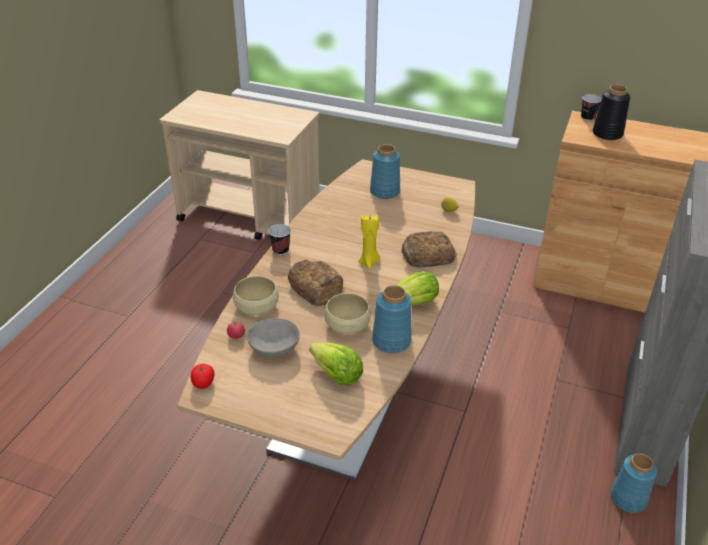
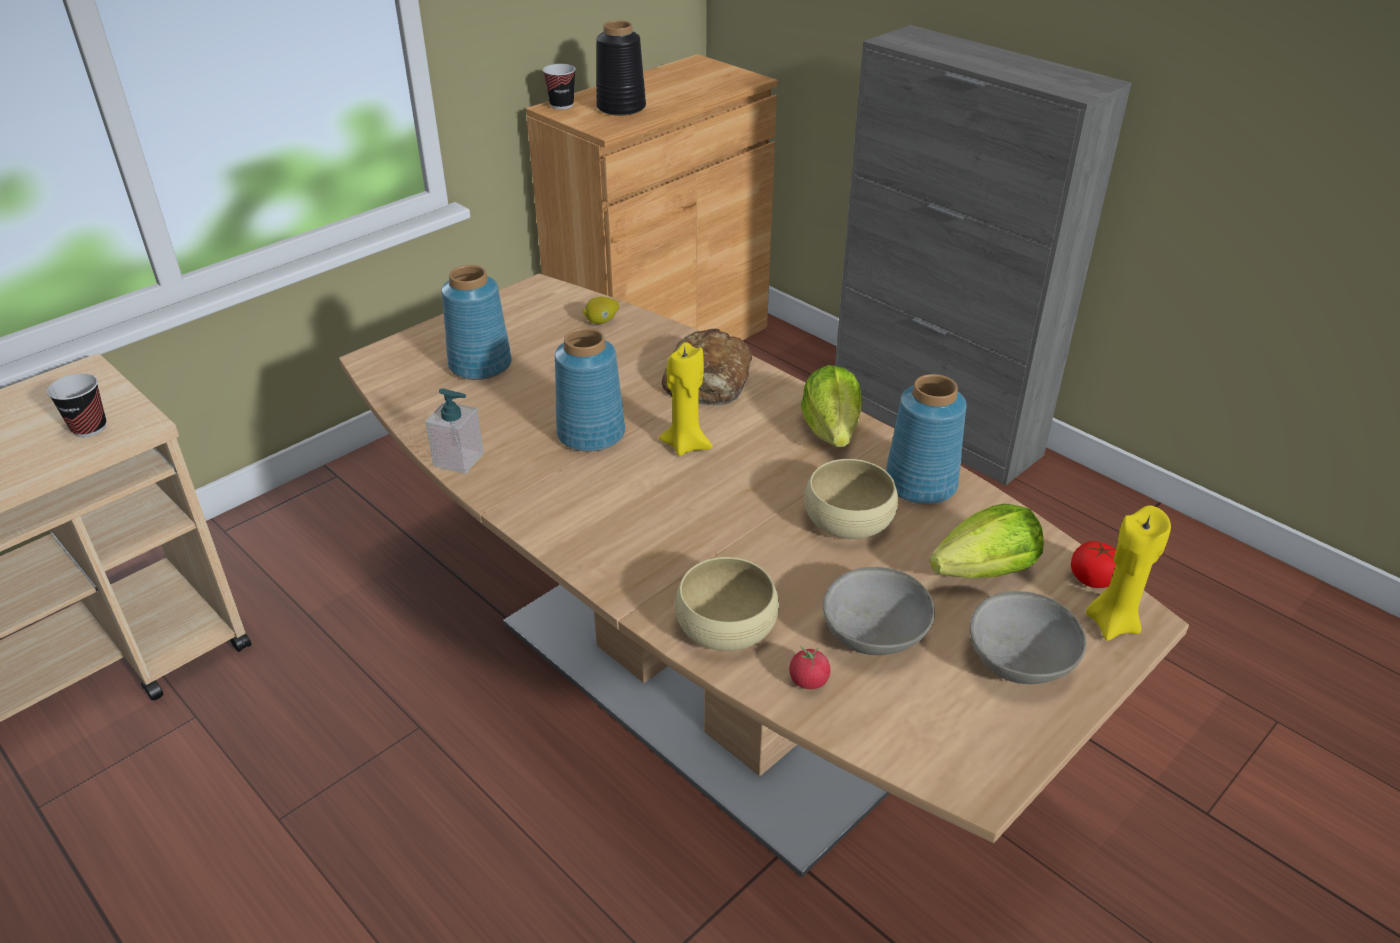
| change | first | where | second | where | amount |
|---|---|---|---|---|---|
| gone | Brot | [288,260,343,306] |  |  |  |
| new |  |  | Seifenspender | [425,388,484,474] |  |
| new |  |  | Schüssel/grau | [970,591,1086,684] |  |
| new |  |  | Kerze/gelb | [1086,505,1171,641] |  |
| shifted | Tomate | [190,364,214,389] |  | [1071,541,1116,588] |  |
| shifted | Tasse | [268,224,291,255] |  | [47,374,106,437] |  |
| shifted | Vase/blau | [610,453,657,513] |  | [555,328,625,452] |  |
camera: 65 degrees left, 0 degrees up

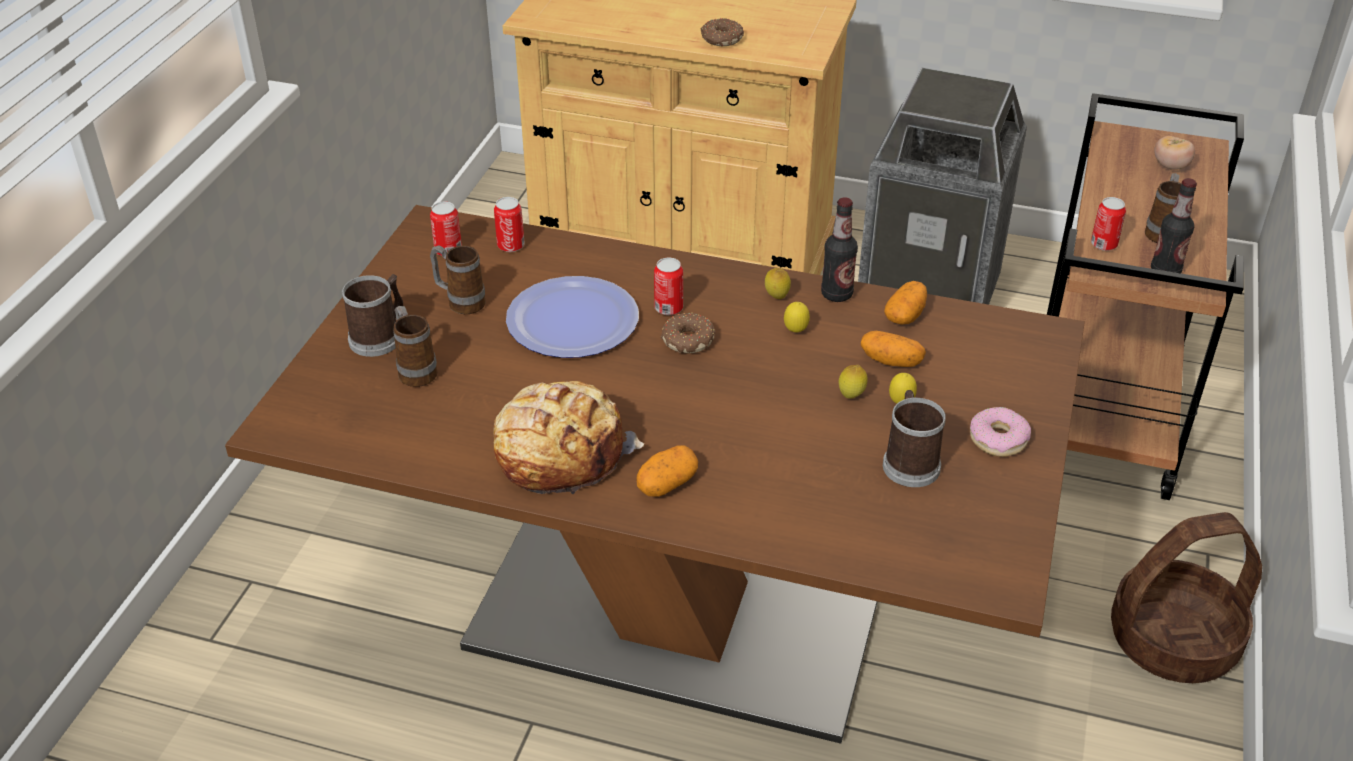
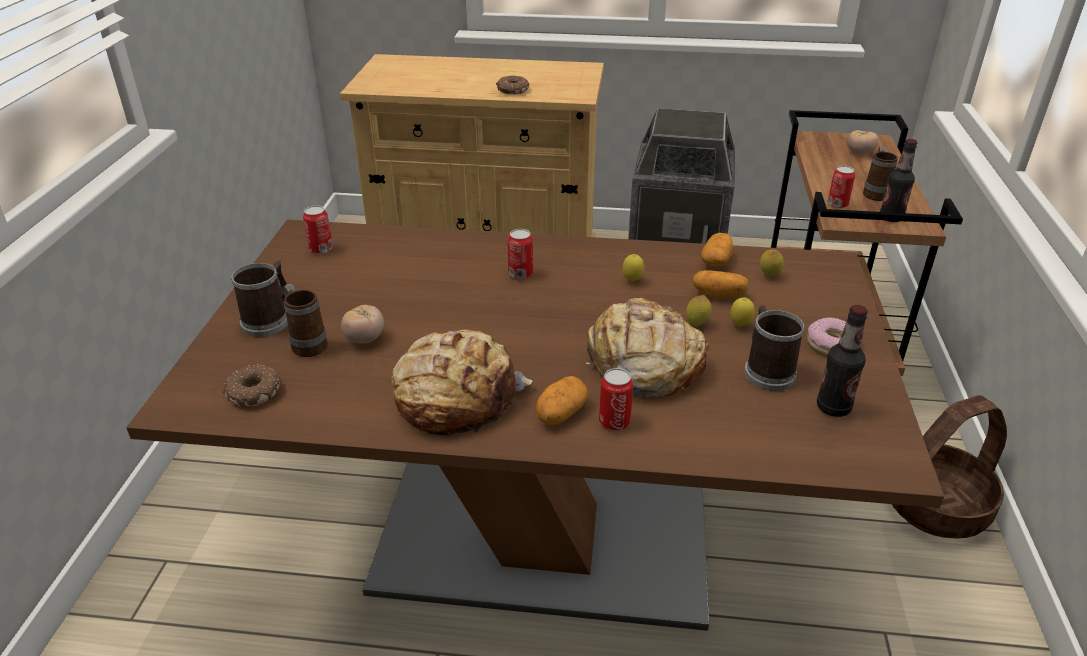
| change | first | where | second | where | amount |
|---|---|---|---|---|---|
| gone | Henkelbecher | [430,245,486,314] |  |  |  |
| gone | Teller | [506,276,639,358] |  |  |  |
| new |  |  | Tomate | [341,305,384,344] |  |
| new |  |  | Brot | [586,298,709,399] |  |
| shifted | Dose | [494,197,525,252] |  | [599,368,633,430] |  |
| shifted | Donut | [661,313,715,354] |  | [223,364,281,407] |  |
| shifted | Zitrone | [765,268,791,299] |  | [760,250,784,277] |  |
| shifted | Flasche | [821,197,858,302] |  | [817,305,868,417] |  |
camera: 10 degrees left, 5 degrees down

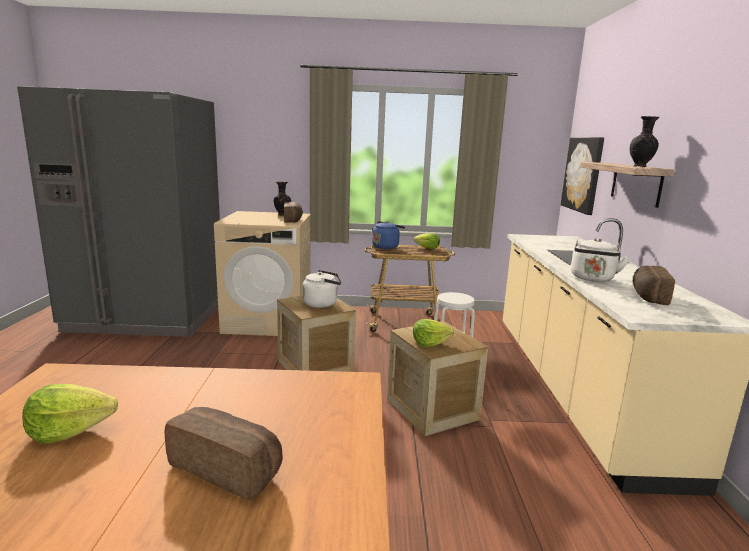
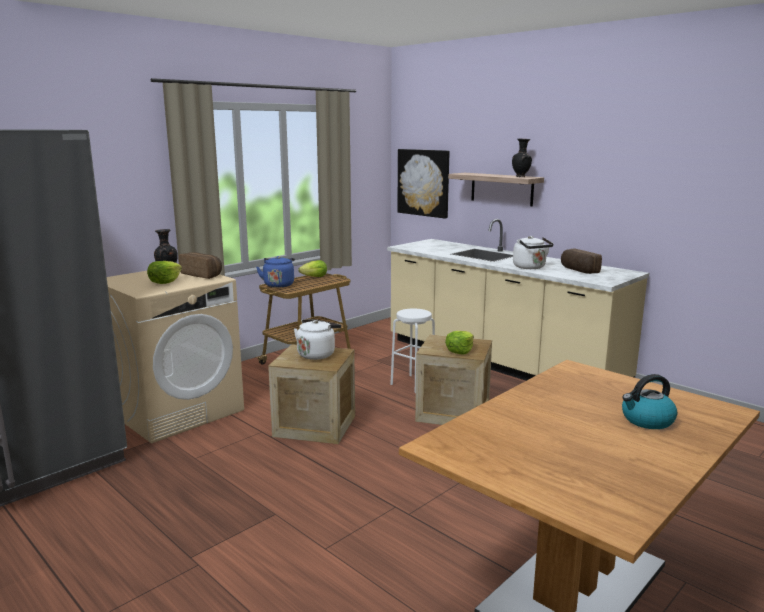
| change | first | where | second | where | amount |
|---|---|---|---|---|---|
| shifted | Salatkopf | [22,384,118,443] |  | [147,261,182,284] |  |
| swapped | Brot | [165,407,283,500] | Wasserkessel | [622,374,678,429] |  |
camera: 45 degrees left, 0 degrees up

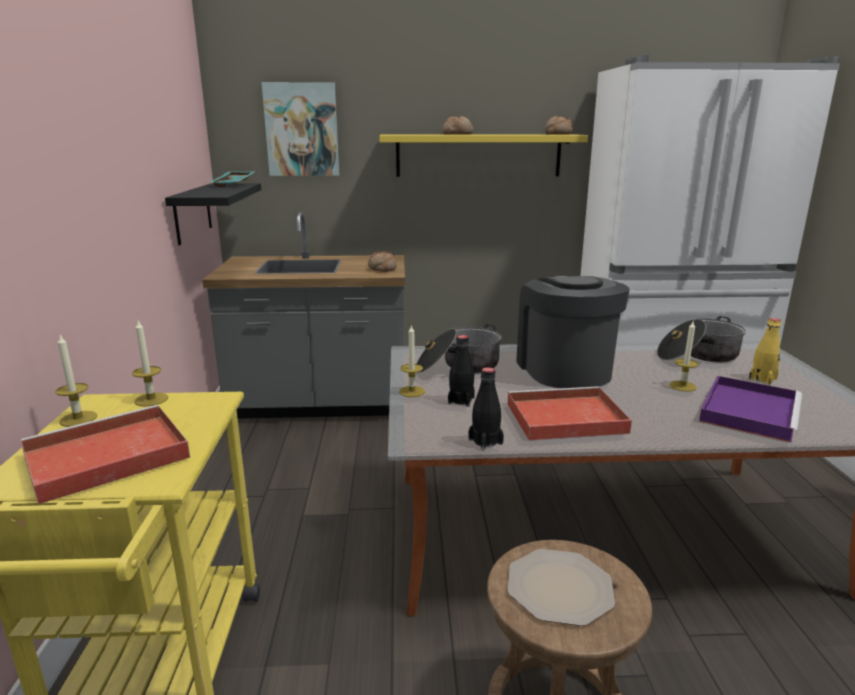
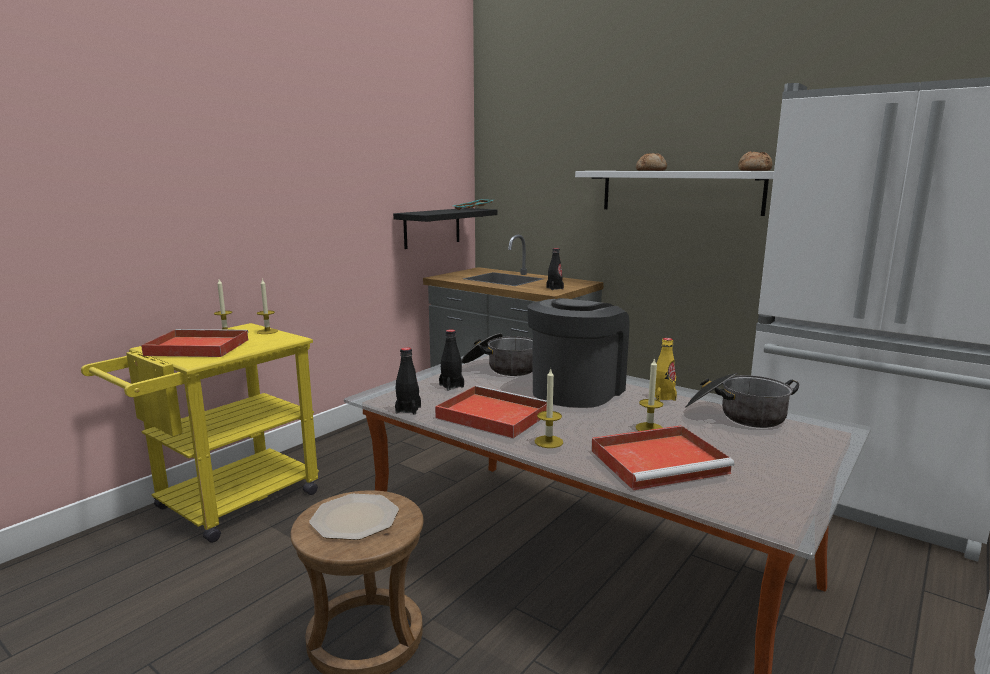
| change | first | where | second | where | amount |
|---|---|---|---|---|---|
| gone | Bild | [262,82,339,176] |  |  |  |
| shifted | Kerze | [399,324,425,397] |  | [534,368,563,448] |  |
| shifted | Flasche/gelb | [749,318,781,385] |  | [655,338,677,401] |  |
| swapped | Brot | [368,251,397,272] | Flasche/schwarz | [546,248,564,290] |  |
| repainted | Wandregal/gelb | [379,134,588,177] | Wandregal/weiß | [575,171,774,216] |  |
| repainted | Tablett/lila | [699,376,802,443] | Tablett/rot | [591,425,734,490] |  |
camera: 40 degrees right, 5 degrees down

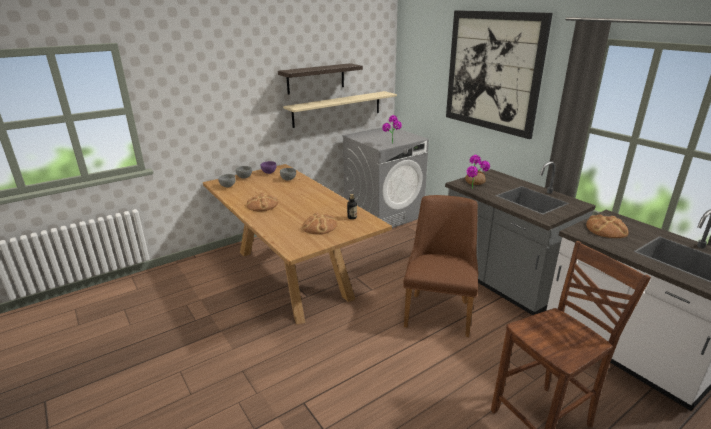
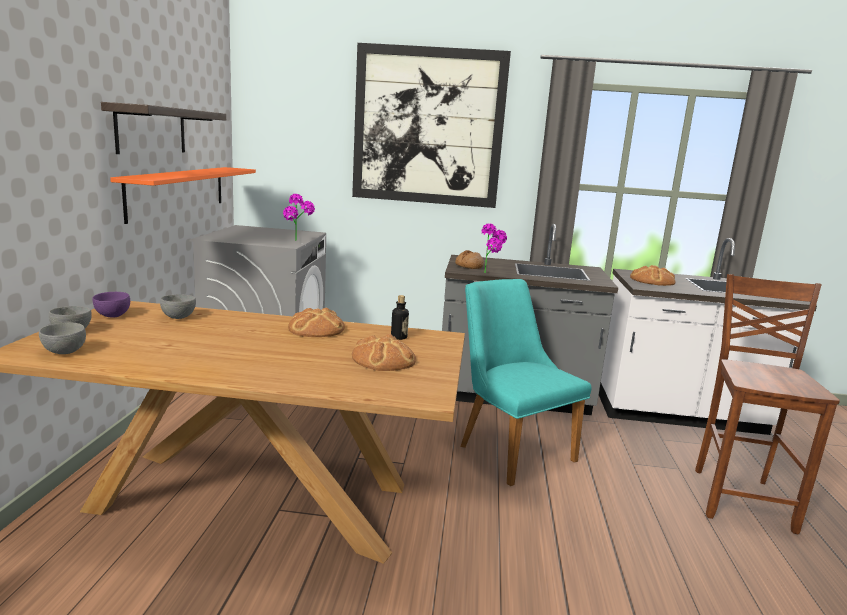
| change | first | where | second | where | amount |
|---|---|---|---|---|---|
| shifted | Brot | [247,193,278,211] |  | [288,308,345,337] |  |
| repainted | Wandregal/beige | [283,91,397,128] | Wandregal/orange | [110,167,256,224] |  |
| repainted | Stuhl/braun | [403,195,478,337] | Stuhl/türkis | [460,279,592,486] |  |
camera: 50 degrees left, 10 degrees down

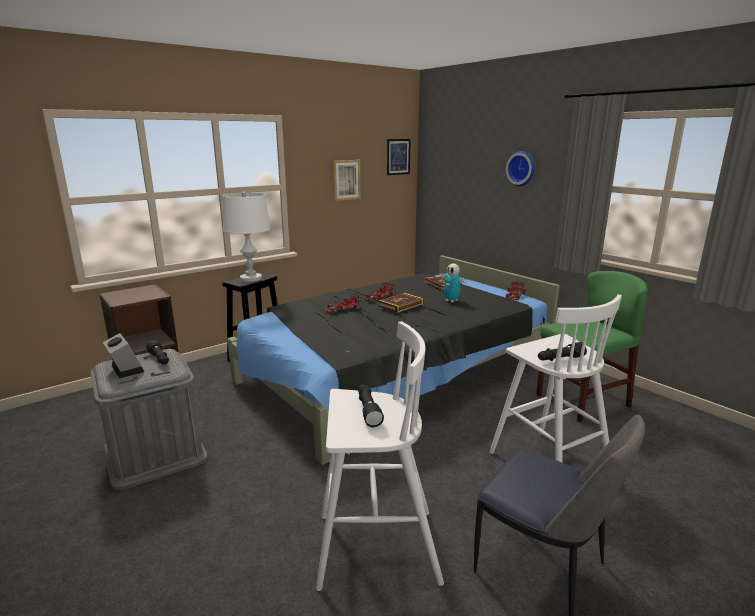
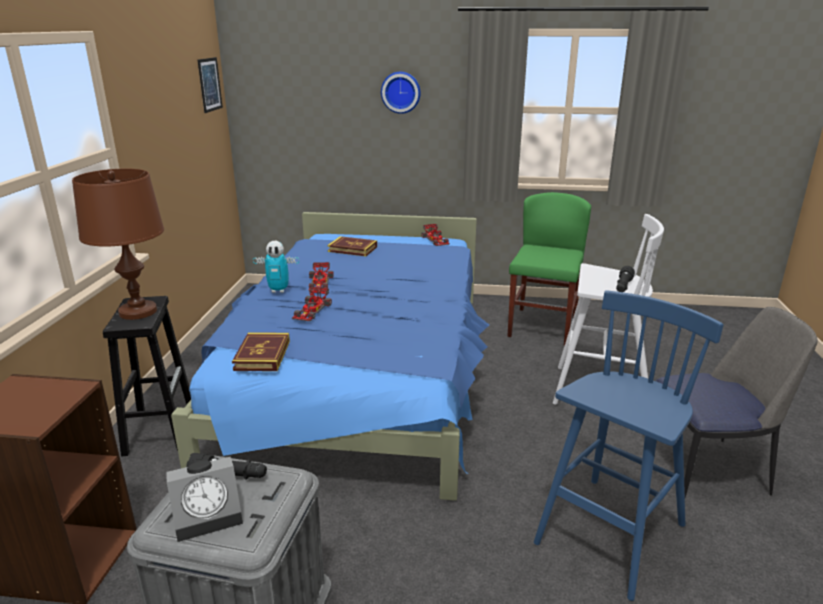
| change | first | where | second | where | amount |
|---|---|---|---|---|---|
| gone | Bild | [332,160,361,201] |  |  |  |
| gone | Taschenlampe/schwarz | [358,384,384,428] |  |  |  |
| shifted | Buch | [378,293,423,313] |  | [232,332,290,371] |  |
| shifted | Spielzeugroboter | [440,264,467,303] |  | [253,241,299,293] |  |
| repainted | Tischlampe/weiß | [222,191,270,282] | Tischlampe/braun | [72,169,164,320] |  |
| repainted | Bett/schwarz | [227,255,560,465] | Bett/blau | [171,212,489,501] |  |
| repainted | Hocker/weiß | [316,321,444,591] | Hocker/blau | [534,290,724,601] |  |
| rotated | Wecker | [102,333,144,379] |  | [166,457,243,542] | 150 degrees clockwise |
camera: 45 degrees left, 5 degrees up

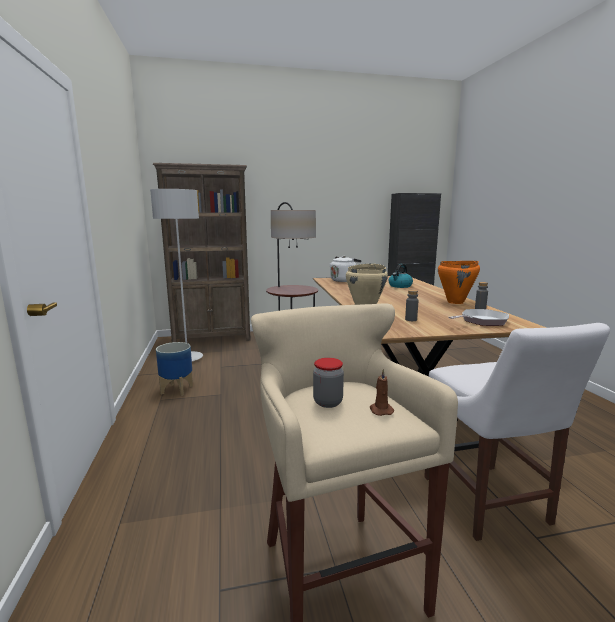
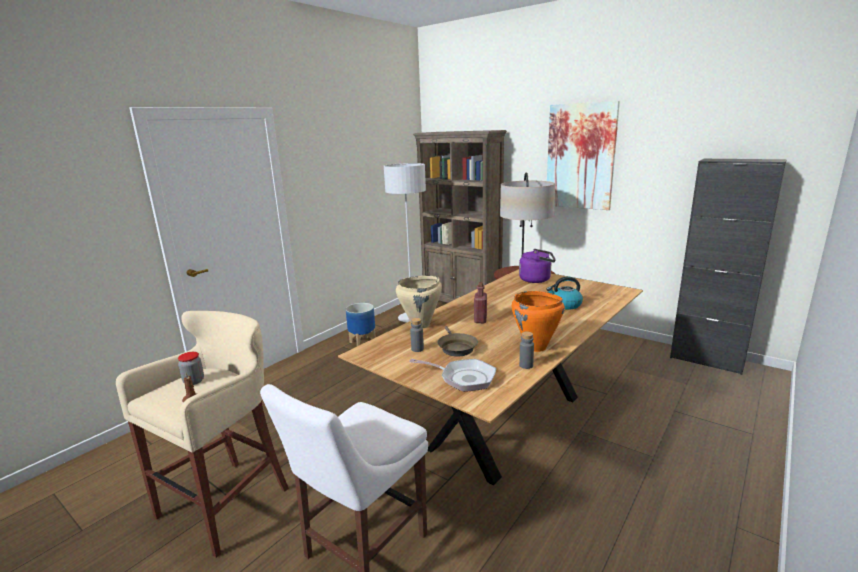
| change | first | where | second | where | amount |
|---|---|---|---|---|---|
| new |  |  | Pfanne/braun | [438,326,478,357] |  |
| new |  |  | Flasche/rot | [474,282,487,323] |  |
| new |  |  | Bild | [547,101,620,210] |  |
| repainted | Wasserkessel/weiß | [329,256,361,282] | Wasserkessel/lila | [519,249,556,283] |  |
camera: 50 degrees right, 5 degrees up

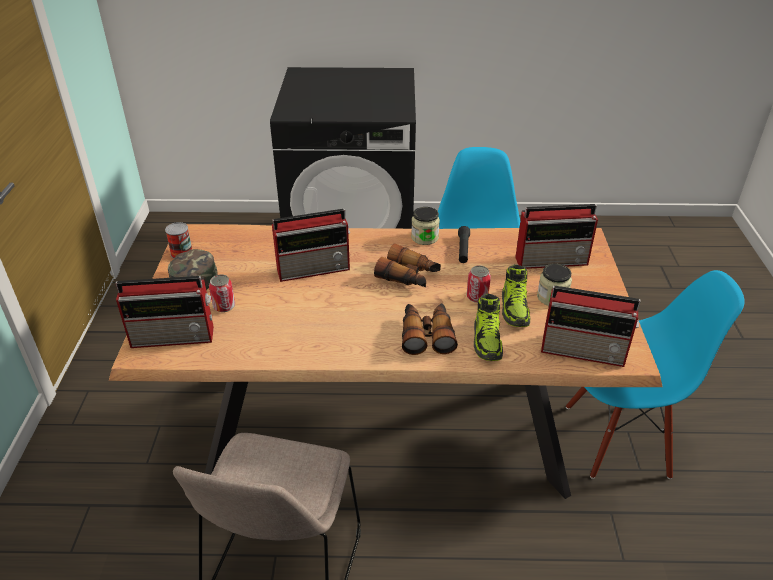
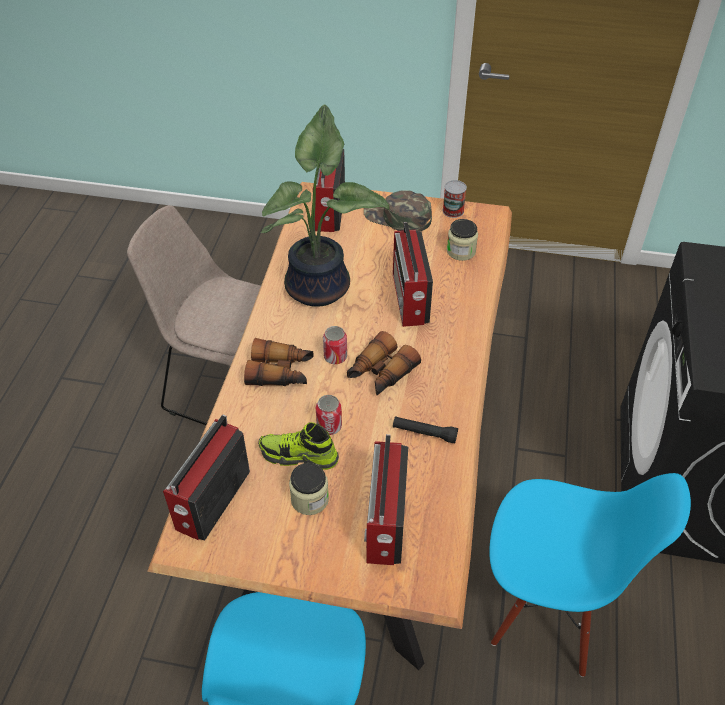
| change | first | where | second | where | amount |
|---|---|---|---|---|---|
| gone | Schuh | [474,293,503,361] |  |  |  |
| new |  |  | Topfpflanze | [261,105,389,307] |  |
| shifted | Dose | [209,274,235,312] |  | [323,326,347,364] |  |
| shifted | Vorratsglas | [411,207,440,245] |  | [447,219,478,261] |  |
camera: 100 degrees right, 10 degrees up

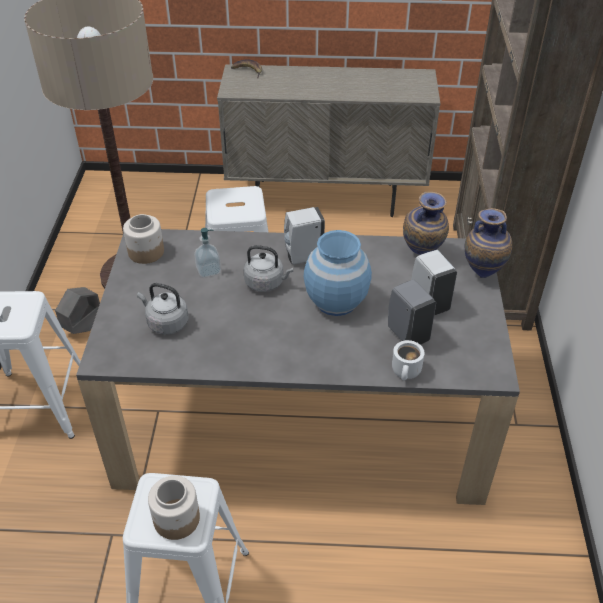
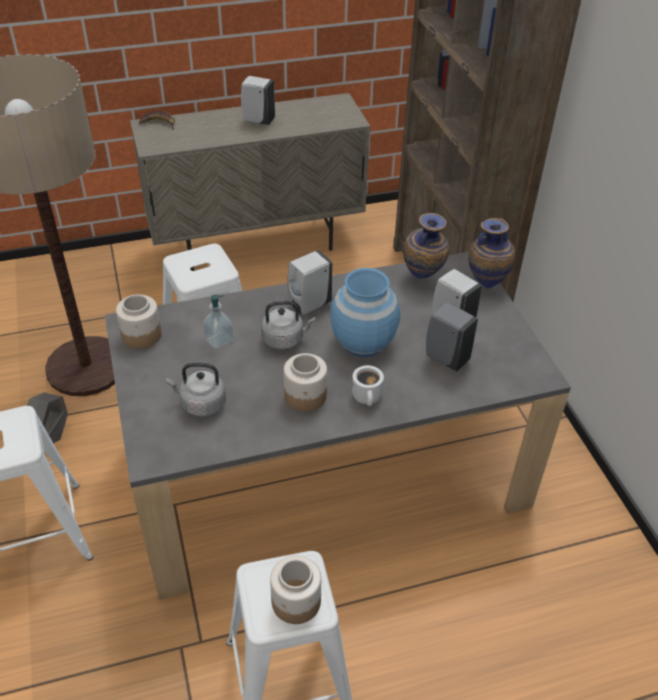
| change | first | where | second | where | amount |
|---|---|---|---|---|---|
| new |  |  | Seifenspender/weiß | [241,76,275,125] |  |
| new |  |  | Vorratsglas | [284,353,327,412] |  |
| shifted | Henkelbecher/weiß | [392,340,425,380] |  | [352,365,384,406] |  |
camera: 20 degrees left, 0 degrees up

